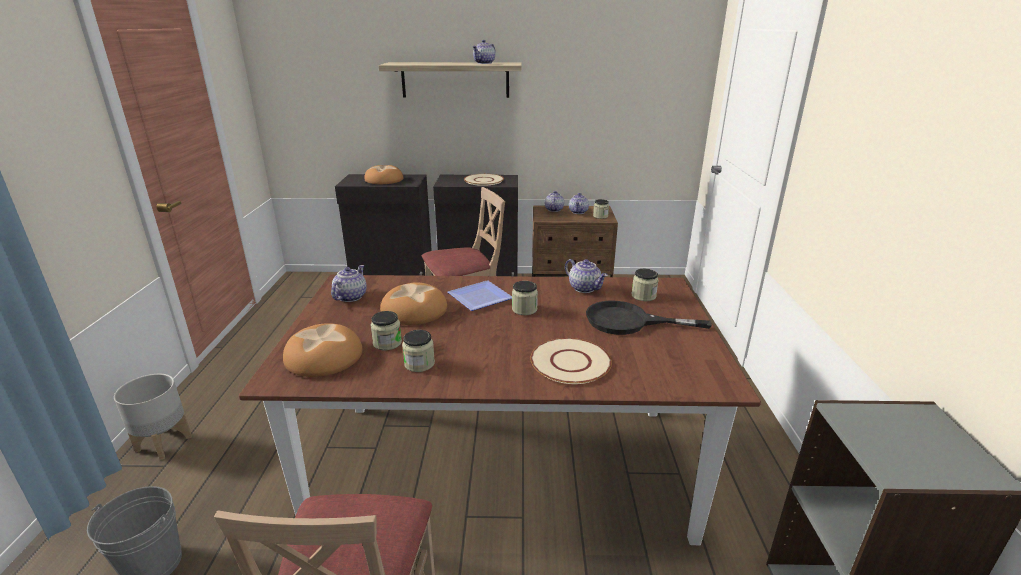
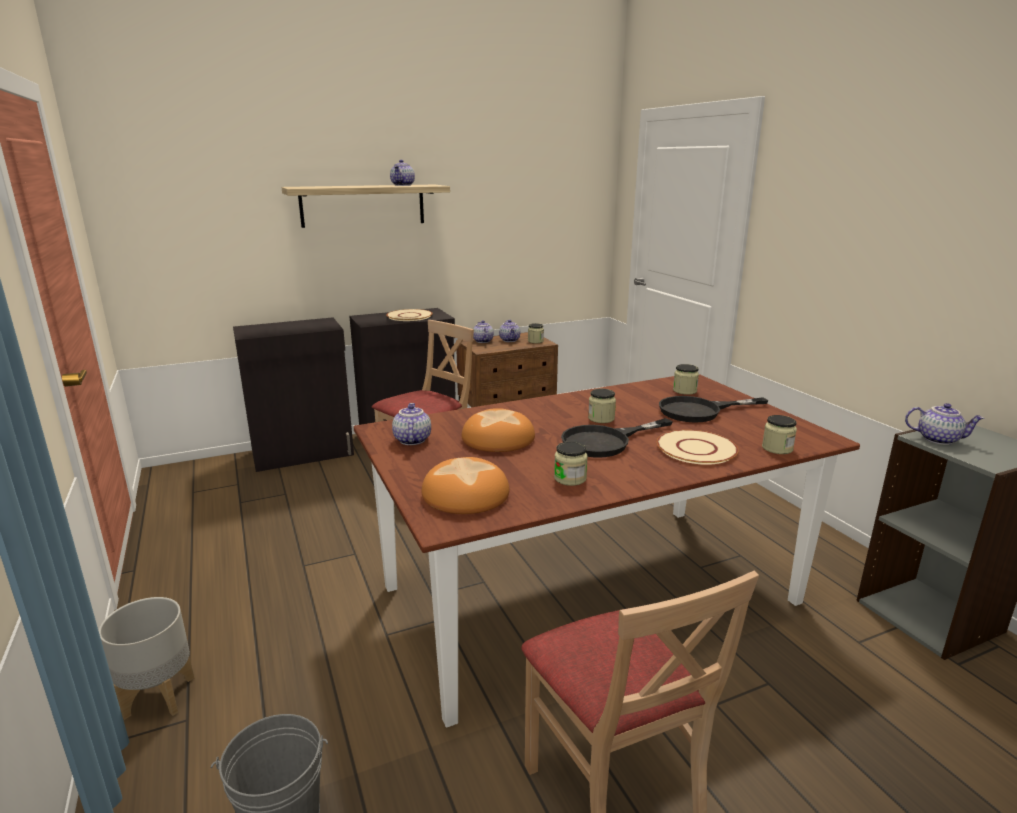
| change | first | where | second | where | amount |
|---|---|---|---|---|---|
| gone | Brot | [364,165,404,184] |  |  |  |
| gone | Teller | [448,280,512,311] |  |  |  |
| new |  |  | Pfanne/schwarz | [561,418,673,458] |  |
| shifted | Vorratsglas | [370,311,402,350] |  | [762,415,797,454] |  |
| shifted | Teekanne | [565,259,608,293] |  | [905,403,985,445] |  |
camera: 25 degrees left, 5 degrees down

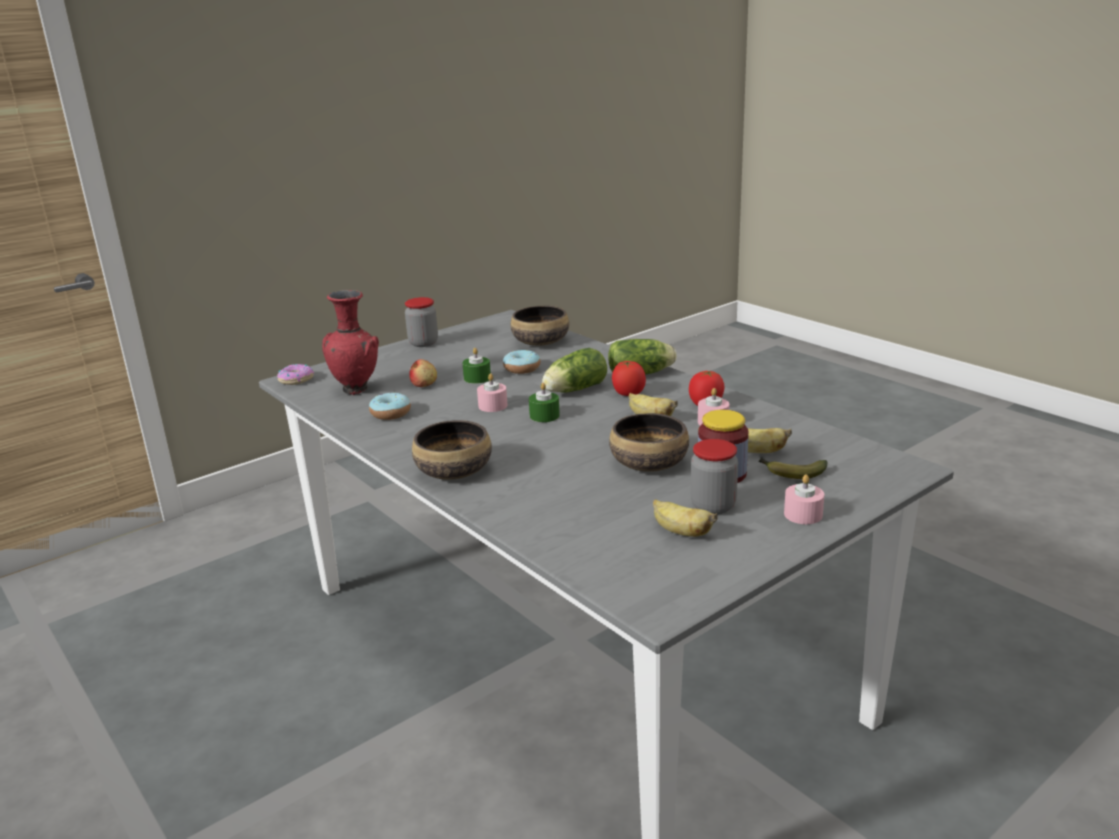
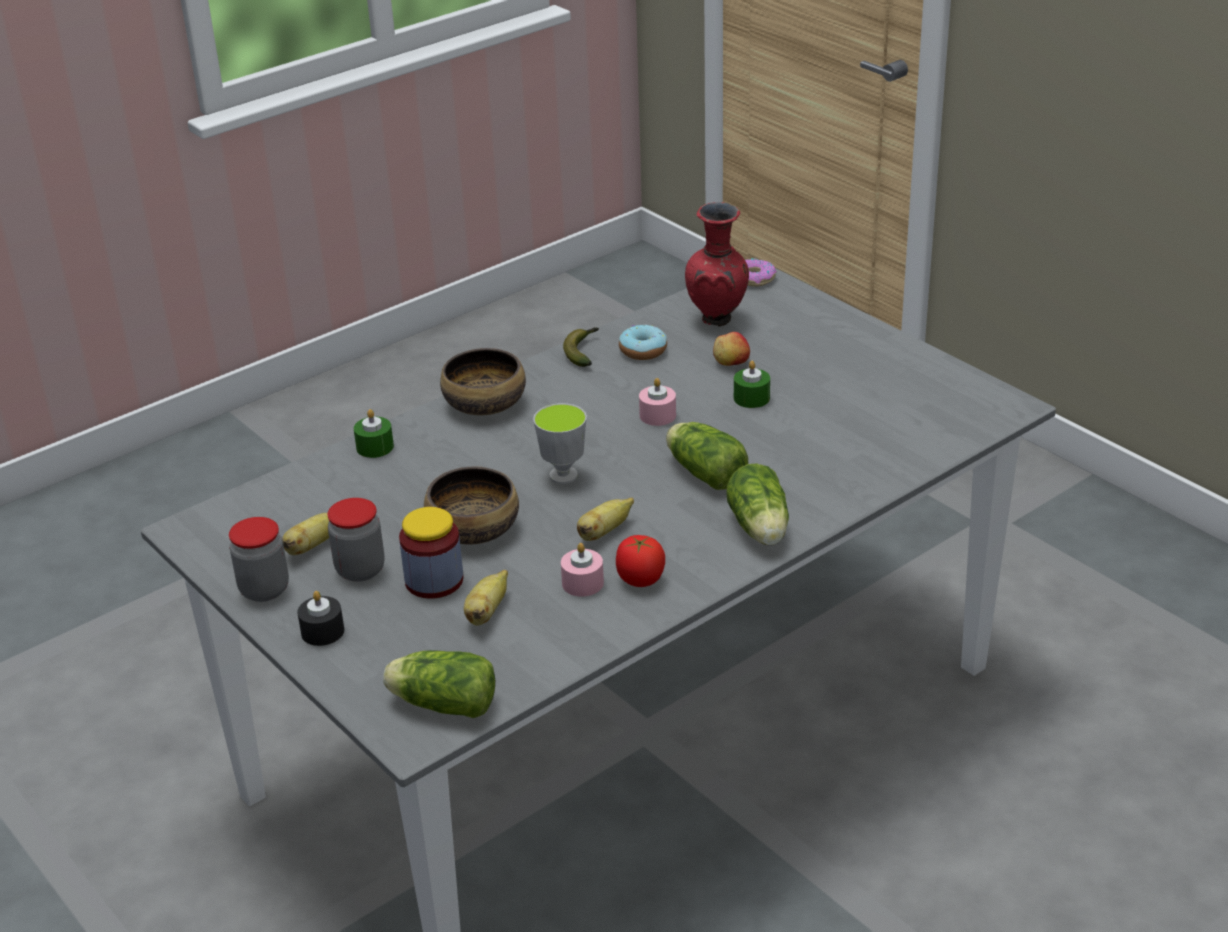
| change | first | where | second | where | amount |
|---|---|---|---|---|---|
| gone | Donut | [503,350,540,374] |  |  |  |
| gone | Schüssel | [511,306,569,346] |  |  |  |
| gone | Tomate | [612,361,646,396] |  |  |  |
| new |  |  | Salatkopf | [383,650,495,718] |  |
| new |  |  | Tasse | [533,403,587,484] |  |
| shifted | Vorratsglas | [405,297,438,347] |  | [229,517,289,602] |  |
| shifted | Kerze/grün | [529,383,560,422] |  | [354,409,394,458] |  |
| shifted | Banane | [758,457,828,479] |  | [563,327,599,367] |  |
| repainted | Kerze/rosa | [784,474,824,524] | Kerze/schwarz | [297,591,344,646] |  |
camera: 90 degrees right, 10 degrees up

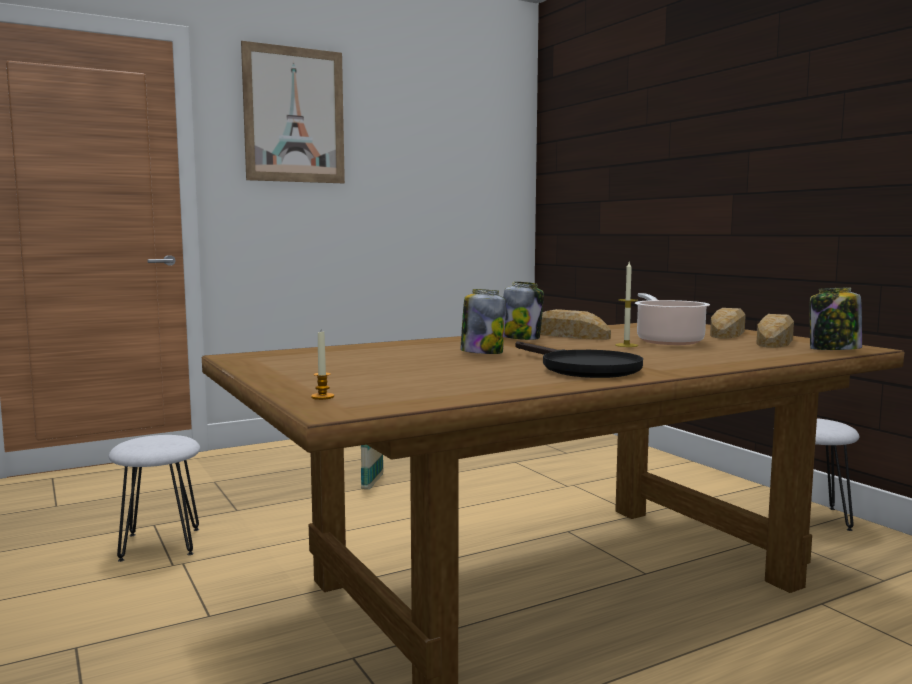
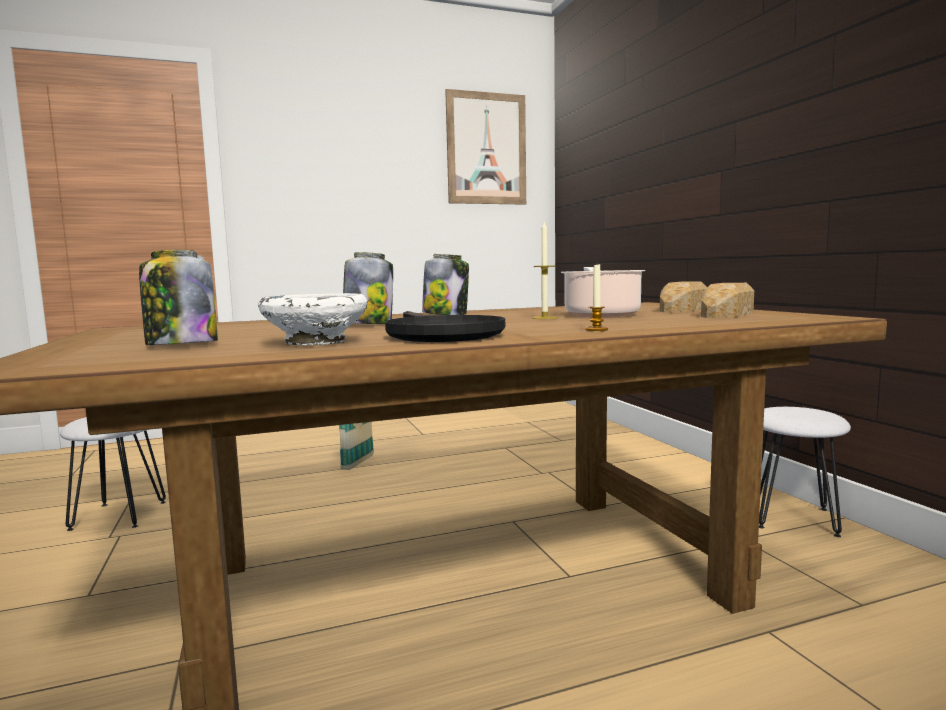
| change | first | where | second | where | amount |
|---|---|---|---|---|---|
| gone | Brot | [540,309,611,340] |  |  |  |
| new |  |  | Schüssel/weiß | [258,293,368,346] |  |
| shifted | Bild | [241,41,345,183] |  | [445,89,526,205] |  |
| shifted | Kerze | [311,331,334,400] |  | [585,264,608,331] |  |
| shifted | Vorratsglas | [810,287,862,350] |  | [139,250,218,345] |  |
camera: 10 degrees right, 0 degrees up

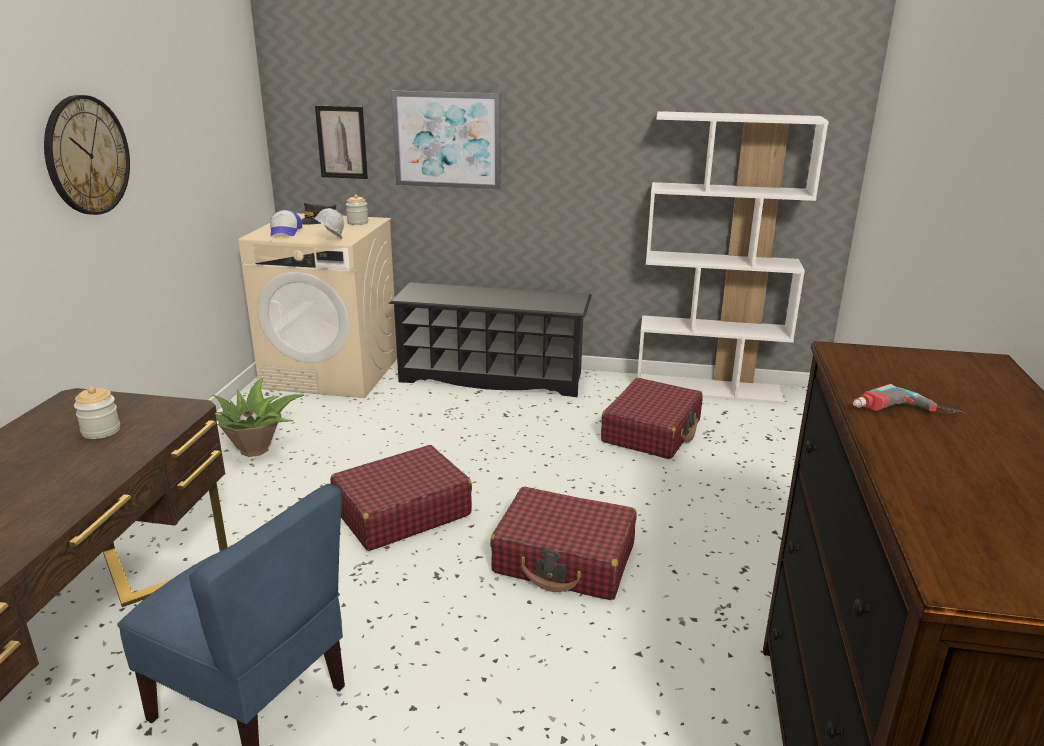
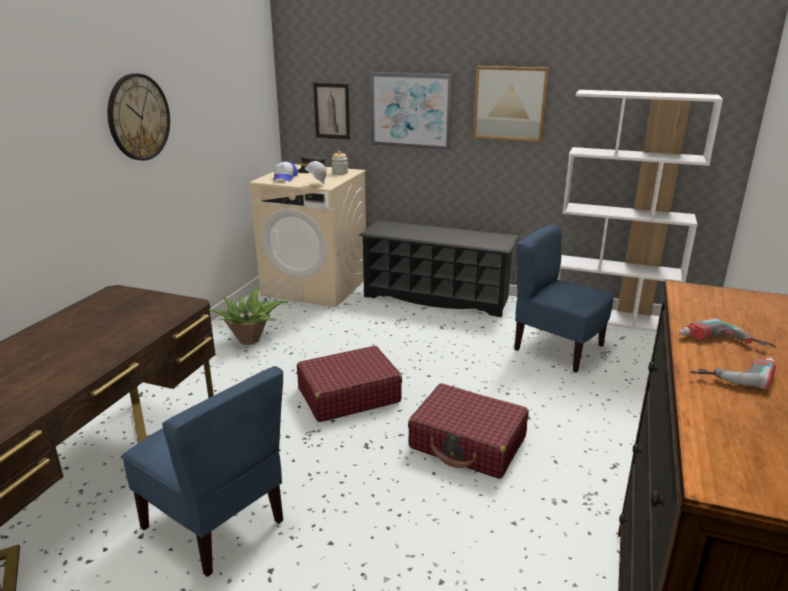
| change | first | where | second | where | amount |
|---|---|---|---|---|---|
| gone | Vorratsglas | [74,386,120,439] |  |  |  |
| new |  |  | Bild | [473,66,549,142] |  |
| new |  |  | Bohrmaschine | [690,358,776,390] |  |
| swapped | Koffer/rot | [601,378,703,459] | Stuhl/blau | [514,225,614,373] |  |
camera: 10 degrees right, 0 degrees up

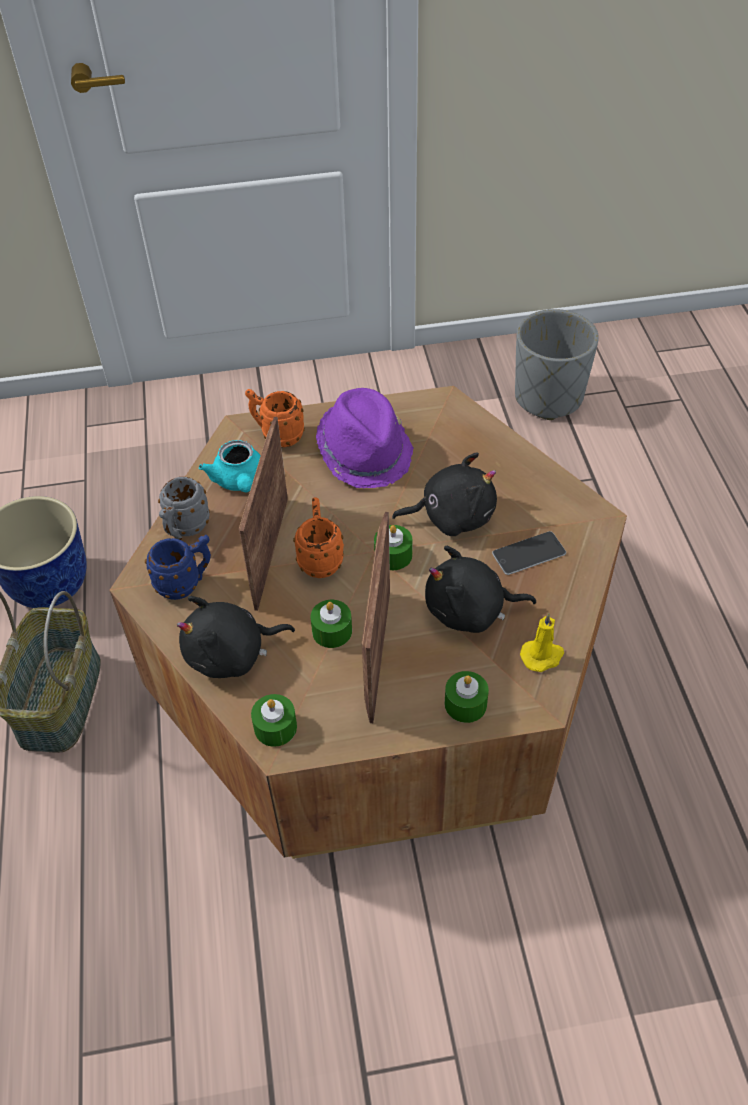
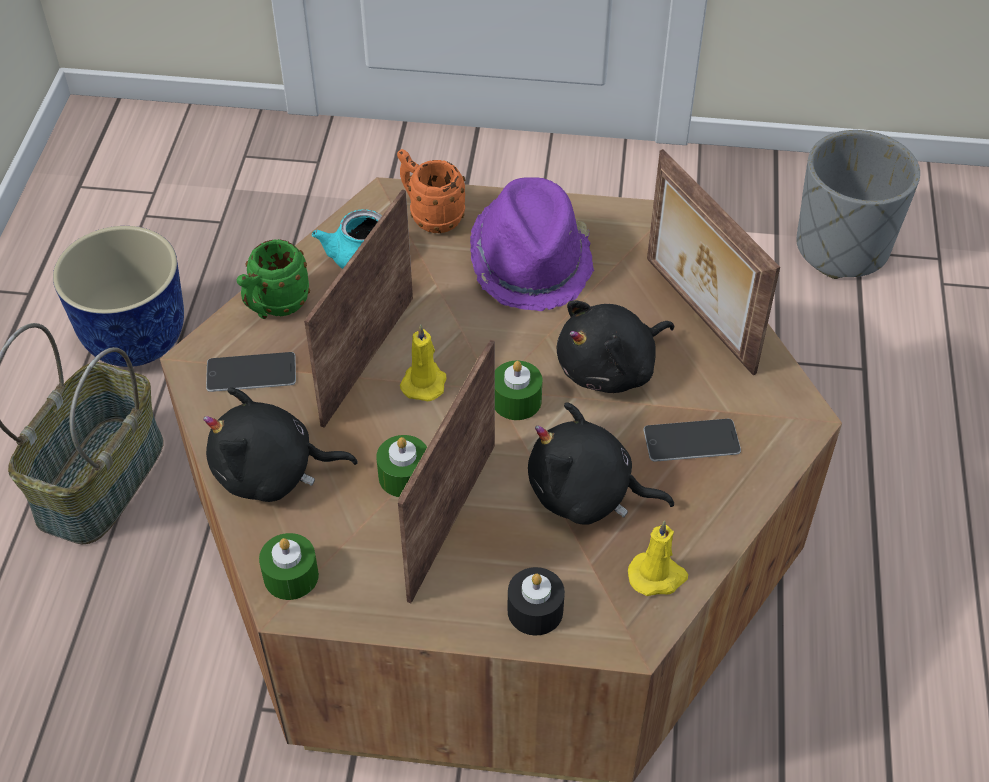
| change | first | where | second | where | amount |
|---|---|---|---|---|---|
| new |  |  | Bilderrahmen | [647,149,780,375] |  |
| swapped | Henkelbecher/blau | [145,535,211,600] | Handy | [206,352,296,392] |  |
| swapped | Henkelbecher/orange | [293,498,344,578] | Kerze/gelb | [400,324,446,401] |  |
| repainted | Henkelbecher/grau | [158,477,210,540] | Henkelbecher/grün | [237,239,310,319] |  |
| repainted | Kerze/grün | [445,671,489,723] | Kerze/schwarz | [507,567,565,635] |  |
| rotated | Plüschtier/schwarz | [392,452,497,536] |  | [557,300,674,393] | 135 degrees clockwise |
camera: 15 degrees right, 0 degrees up

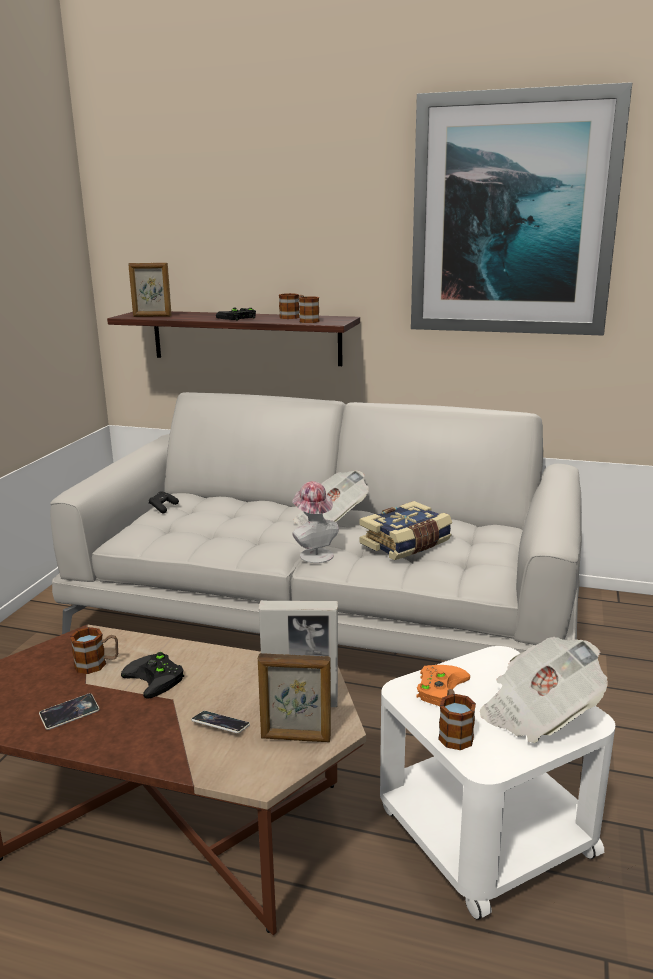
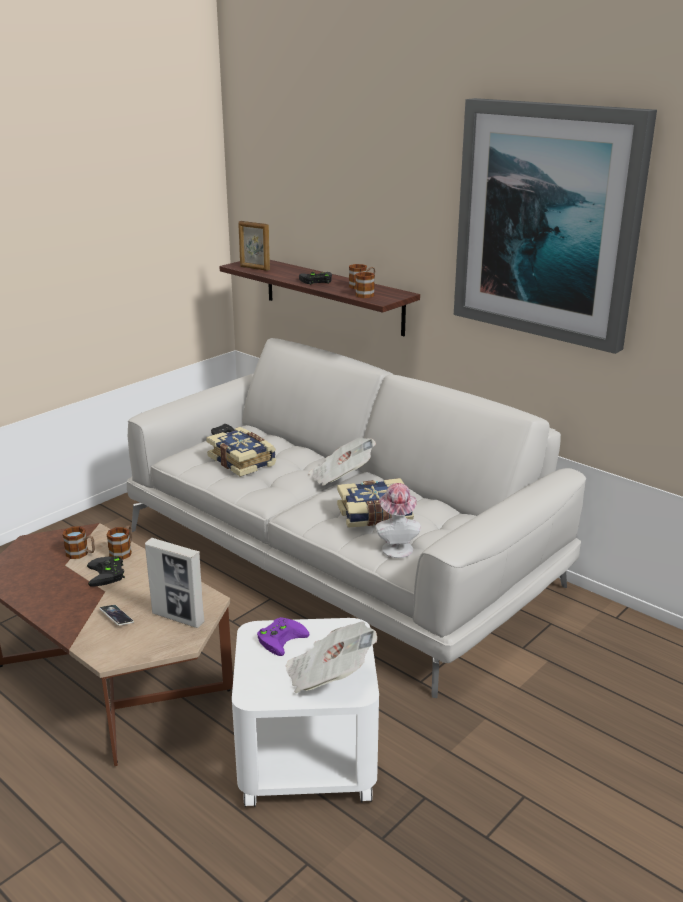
| change | first | where | second | where | amount |
|---|---|---|---|---|---|
| gone | Handy | [39,693,99,730] |  |  |  |
| gone | Bilderrahmen | [258,653,331,742] |  |  |  |
| new |  |  | Buch | [206,427,276,477] |  |
| shifted | Hut | [292,481,339,563] |  | [375,483,421,558] |  |
| shifted | Henkelbecher | [438,689,476,750] |  | [107,525,132,560] |  |
| repainted | Gamepad/orange | [416,665,470,706] | Gamepad/lila | [257,617,309,656] |  |
camera: 25 degrees right, 5 degrees up

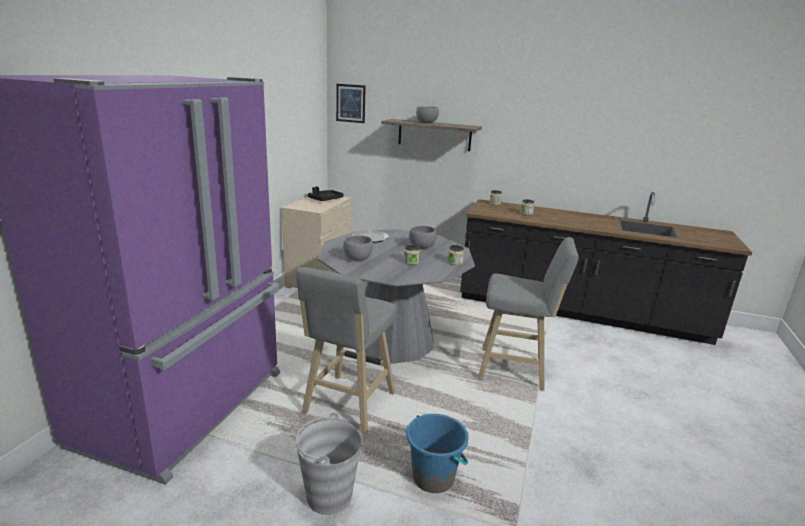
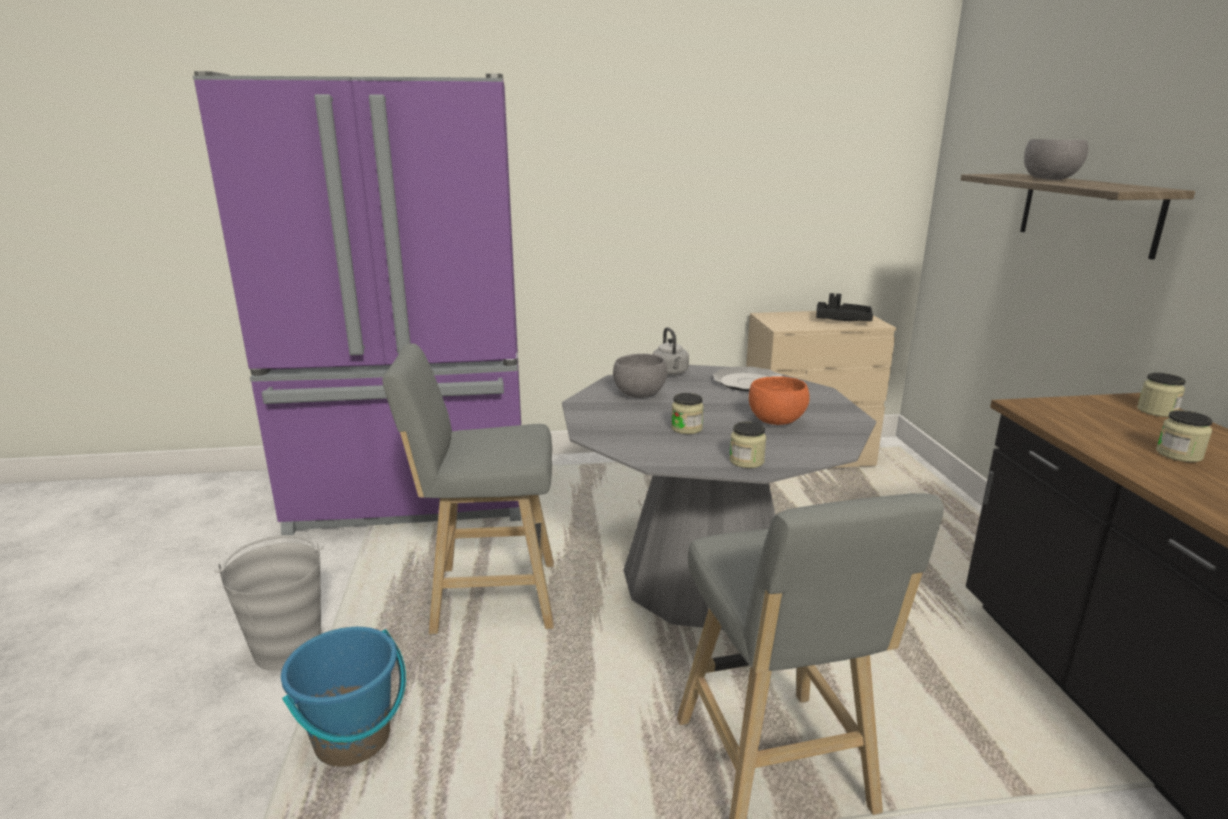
| change | first | where | second | where | amount |
|---|---|---|---|---|---|
| gone | Bild | [336,84,366,123] |  |  |  |
| new |  |  | Wasserkessel/grau | [653,327,689,375] |  |
| repainted | Schüssel/grau | [409,226,437,249] | Schüssel/orange | [749,376,810,425] |  |
camera: 65 degrees right, 0 degrees up

